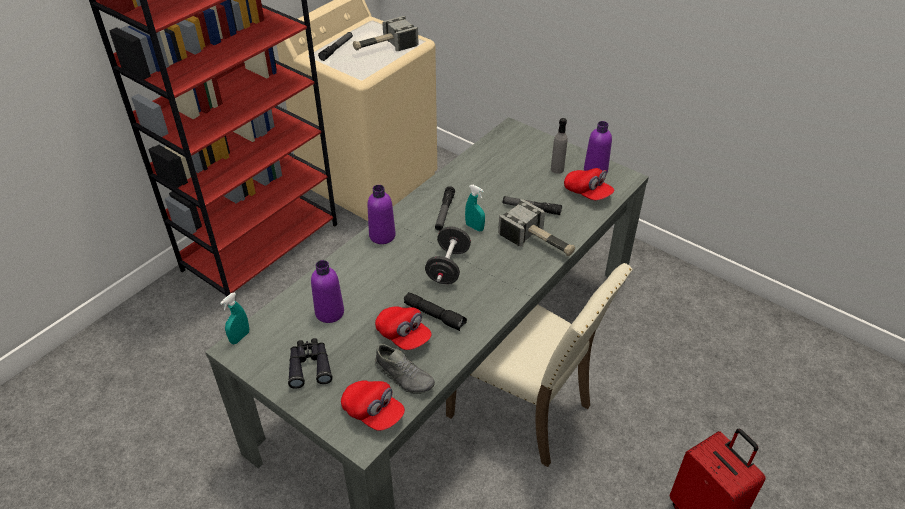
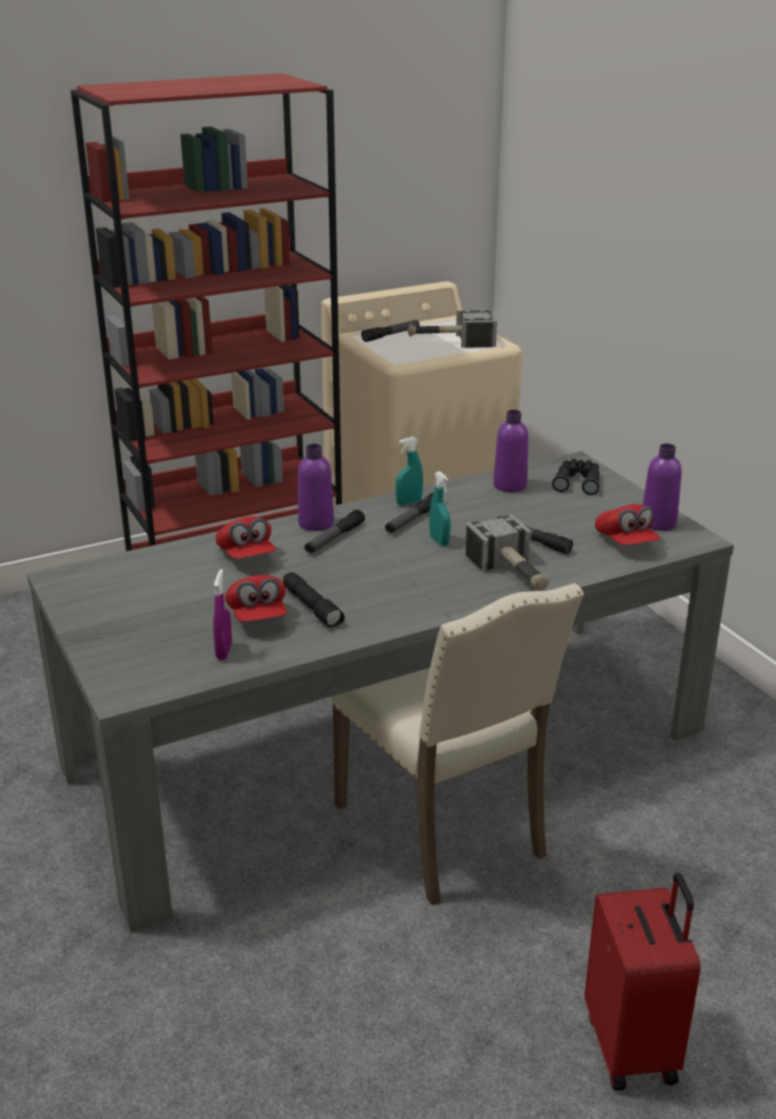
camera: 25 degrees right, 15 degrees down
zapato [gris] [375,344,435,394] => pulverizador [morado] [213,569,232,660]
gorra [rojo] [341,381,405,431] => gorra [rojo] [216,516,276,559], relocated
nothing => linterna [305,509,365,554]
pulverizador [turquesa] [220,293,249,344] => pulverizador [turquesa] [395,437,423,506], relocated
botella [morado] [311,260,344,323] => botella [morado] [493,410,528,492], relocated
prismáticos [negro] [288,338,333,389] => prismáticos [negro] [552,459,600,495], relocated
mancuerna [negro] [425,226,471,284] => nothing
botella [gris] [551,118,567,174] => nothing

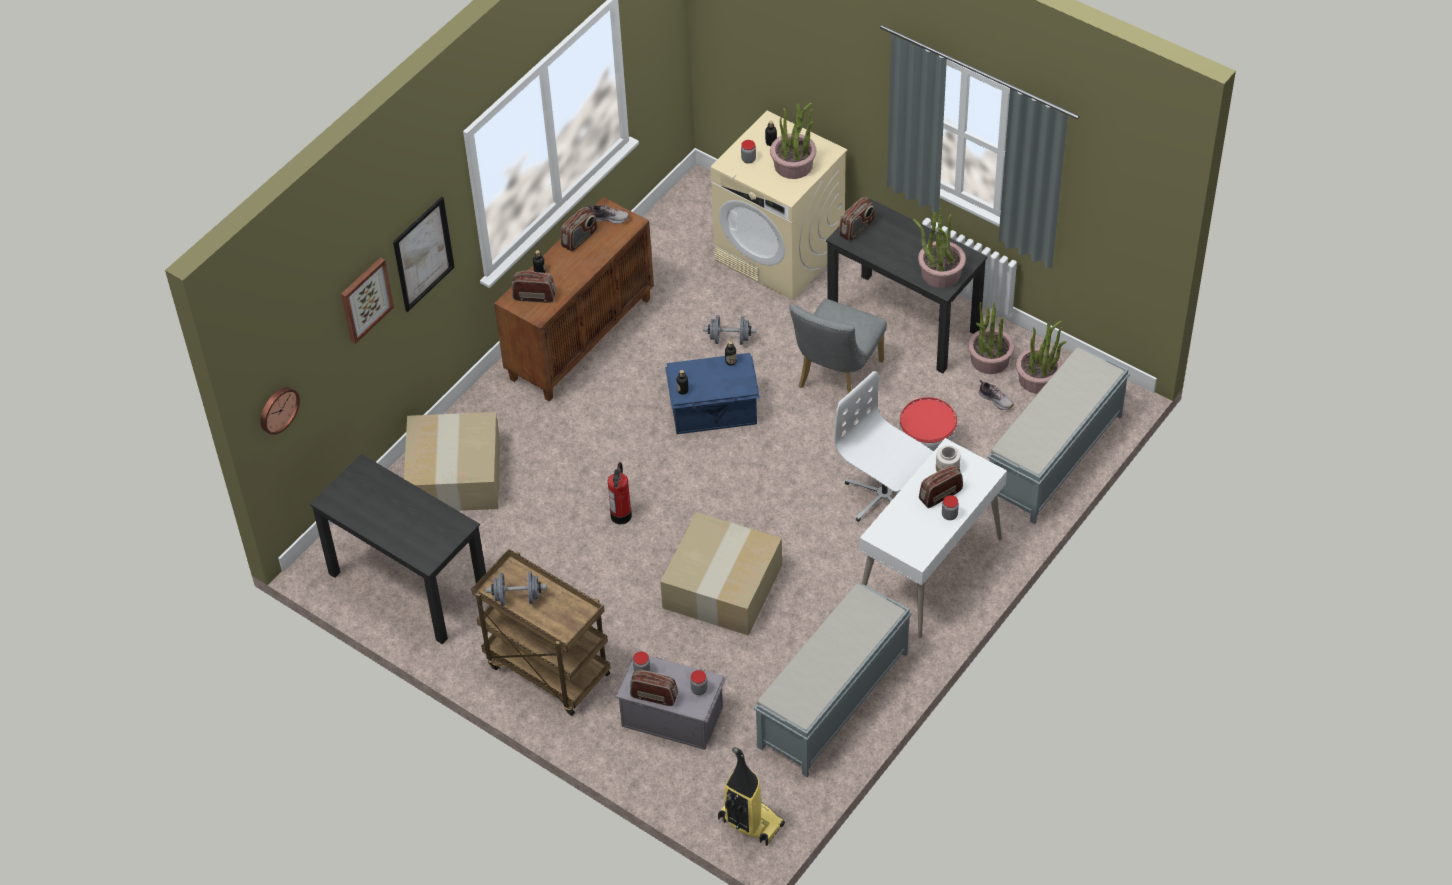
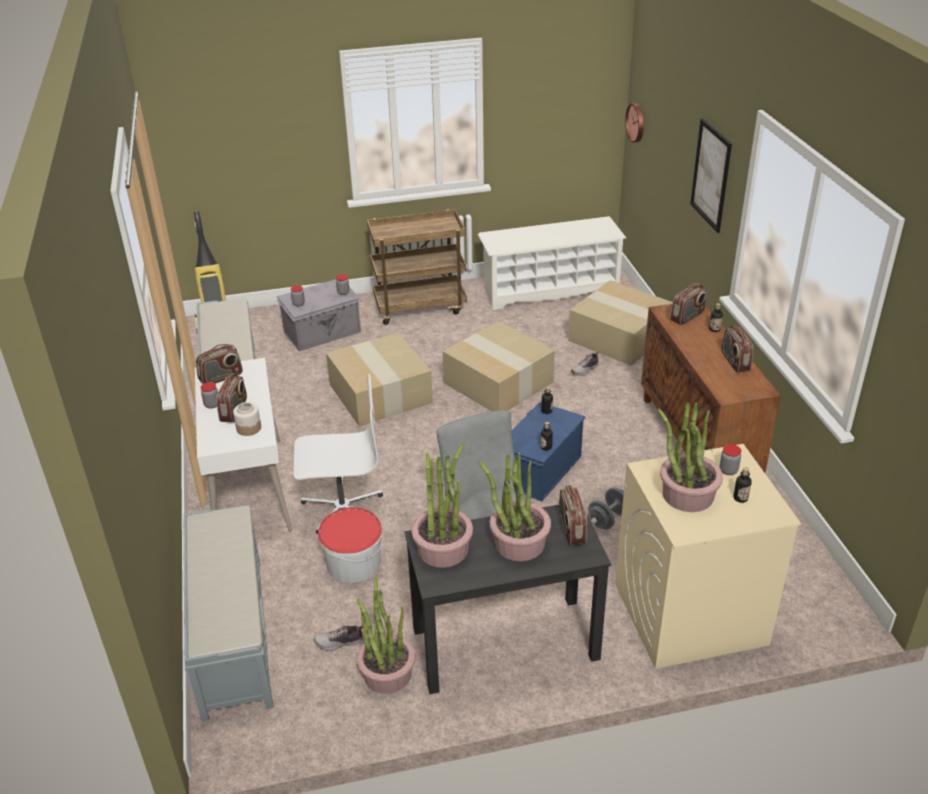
camera: 130 degrees right, 15 degrees down
radio [630,670,678,706] => radio [196,344,243,384], relocated
extintor [608,462,632,524] => caja de cartón [443,321,555,411]
escritorio [negro] [310,454,486,644] => zapatero [blanco] [478,216,626,310]
planta en maceta [1016,321,1066,394] => planta en maceta [479,453,551,561], relocated
zapato [588,204,629,224] => zapato [571,352,599,376], relocated
cuadro [341,257,394,344] => nothing
mancuerna [gris] [486,571,547,606] => nothing

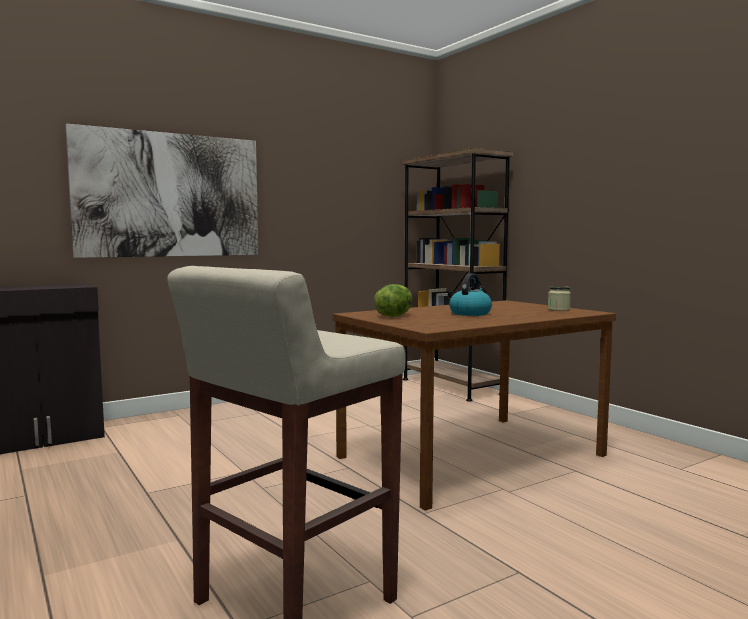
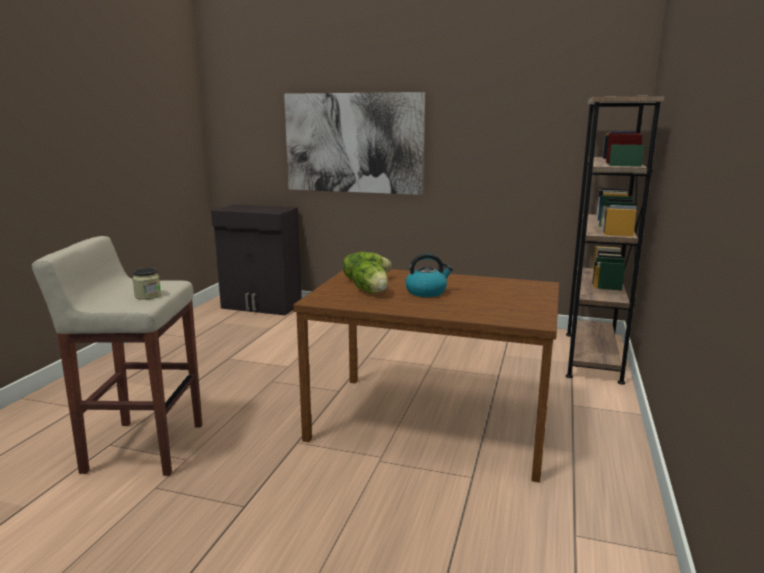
camera: 50 degrees right, 10 degrees up
tarro [548,286,571,311] => tarro [132,268,161,300], relocated
nothing => lechuga [352,261,388,293]

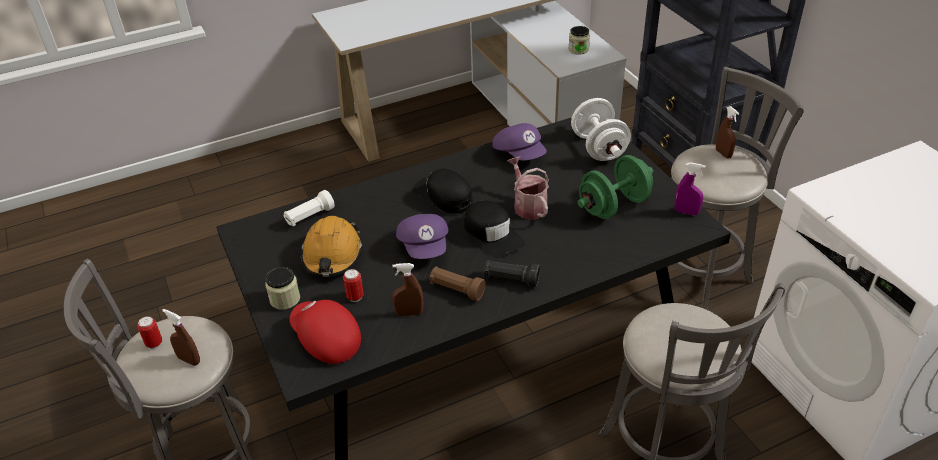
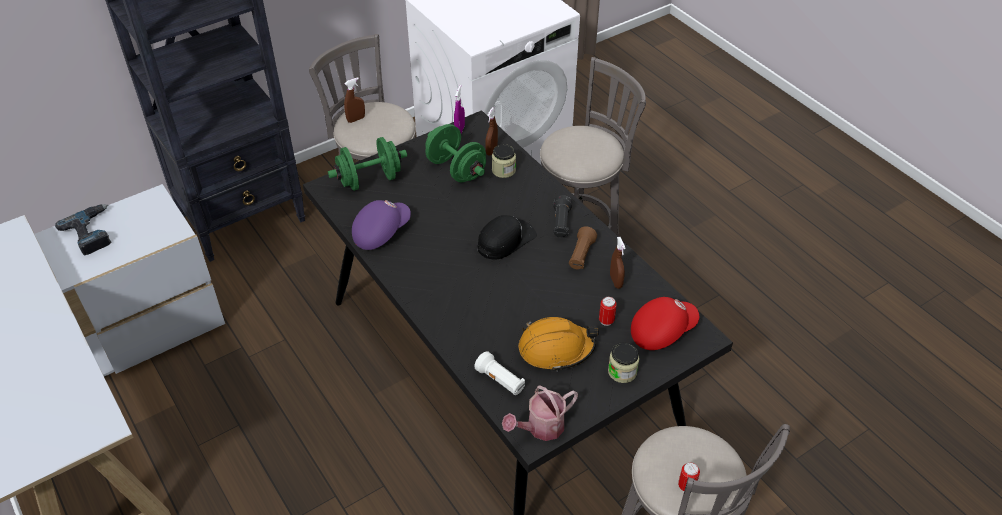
camera: 100 degrees left, 5 degrees up
nothing => taladro [55,204,111,255]
mancuerna [blanco] [571,98,631,161] => mancuerna [verde] [328,137,407,191]
pulverizador [marrón] [162,309,200,366] => pulverizador [marrón] [485,107,498,155], relocated
tarro [569,26,590,55] => tarro [492,144,516,178], relocated
regadera [507,156,549,220] => regadera [502,385,578,441], relocated
gorra [rojo] [290,300,361,364] => gorra [rojo] [631,297,699,350], 150 degrees counterclockwise
gorra [morado] [396,214,449,259] => nothing
gorra [negro] [412,168,473,213] => nothing

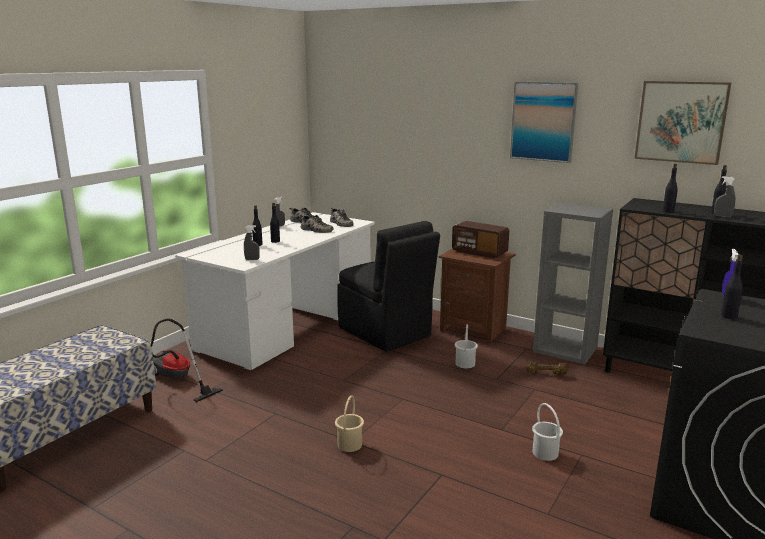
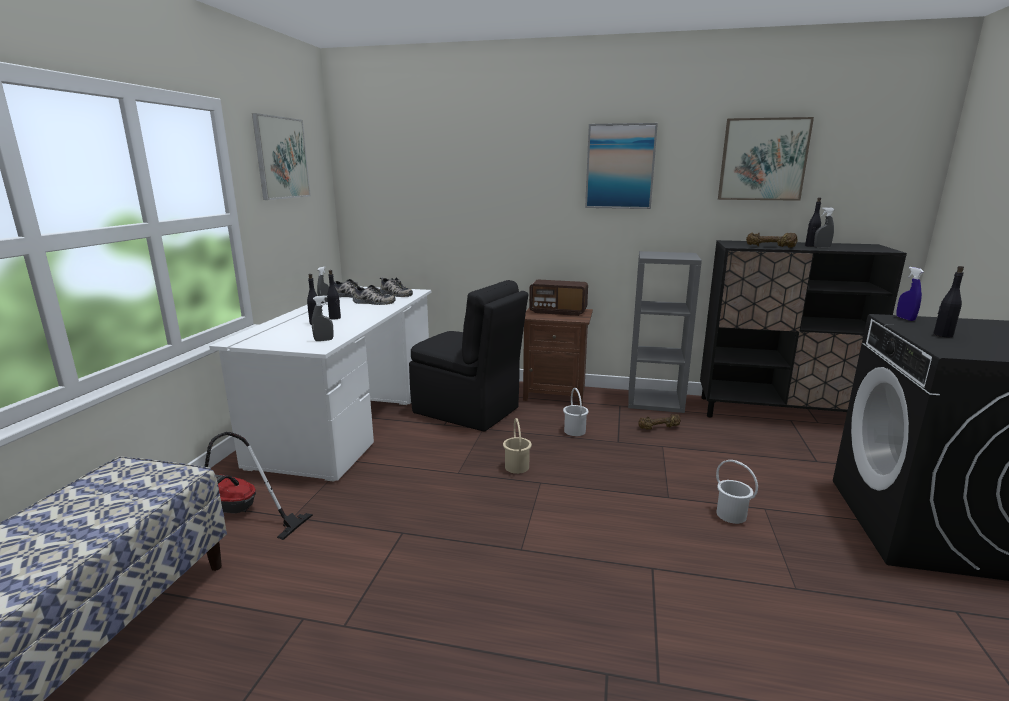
camera: 20 degrees left, 0 degrees up
nothing => cuadro [252,113,311,200]
cubo [beis] [335,396,364,452] => cubo [beis] [503,418,532,474], relocated
botella [negro] [663,164,678,212] => mancuerna [marrón] [746,232,797,248]

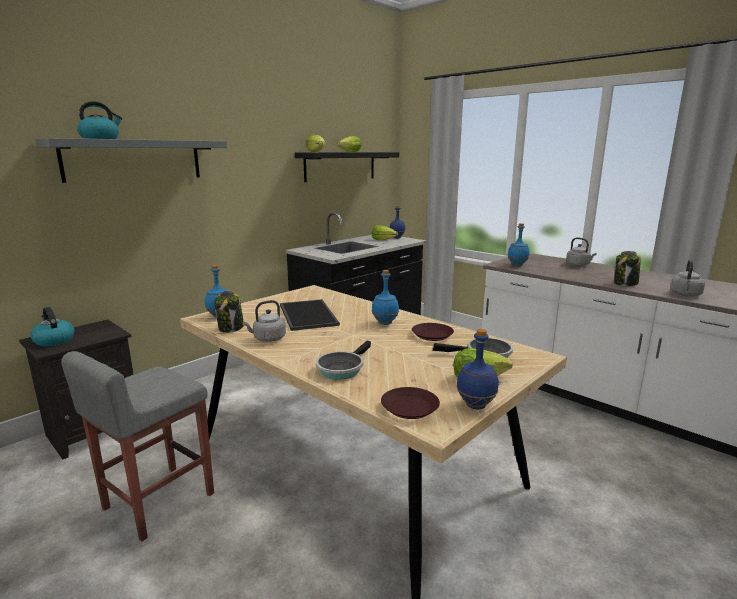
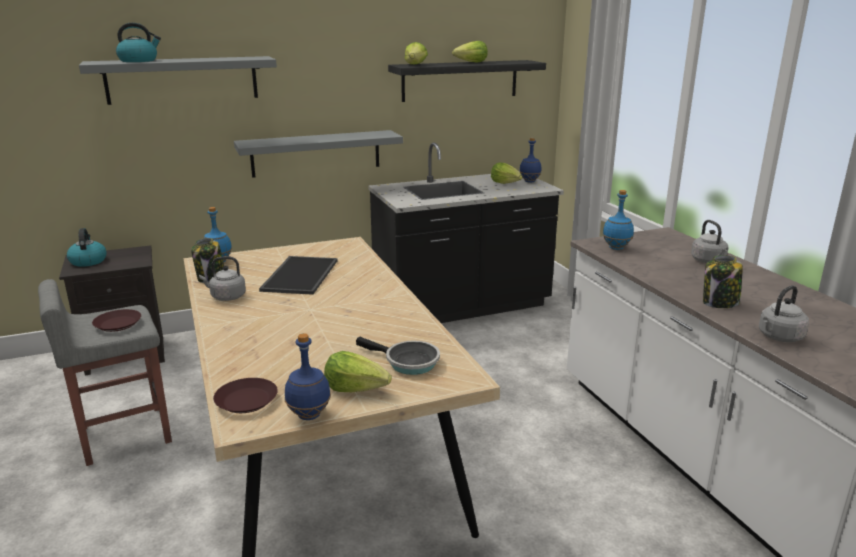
camera: 25 degrees right, 5 degrees up
plato [marrón] [412,323,454,341] => plato [marrón] [92,309,141,332], relocated
nothing => estante [gris] [234,130,403,178]
sartén [316,341,371,380] => nothing
botella [azul] [372,270,399,325] => nothing

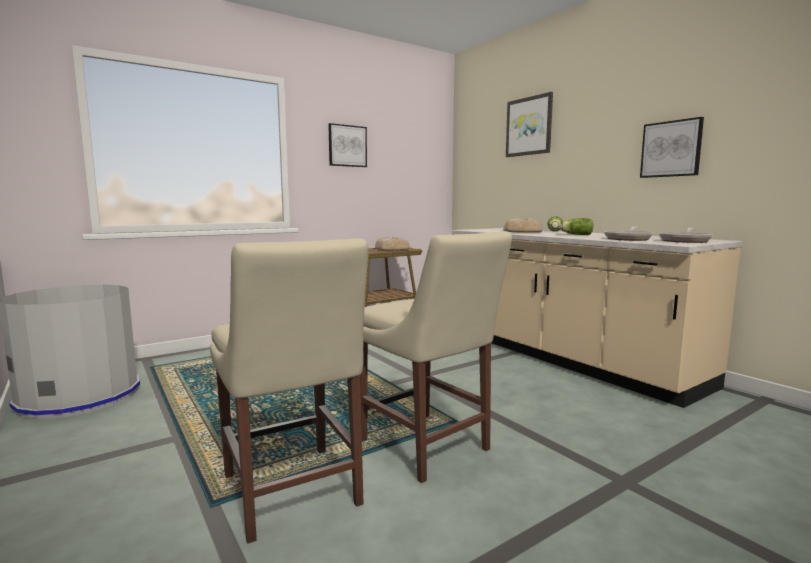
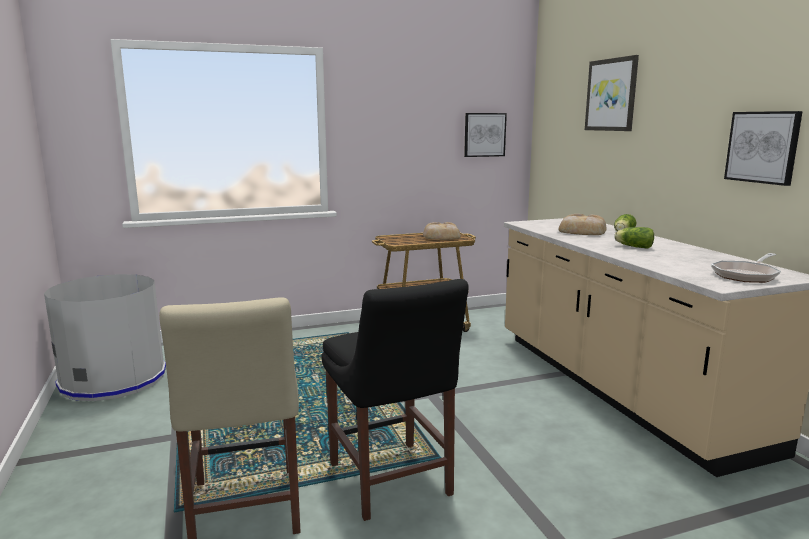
camera: 15 degrees right, 5 degrees up
silla [beis] [360,231,512,483] => silla [negro] [321,279,468,521]
cuadro [328,123,367,167] => cuadro [464,113,507,157], relocated
sartén [604,226,653,241] => nothing

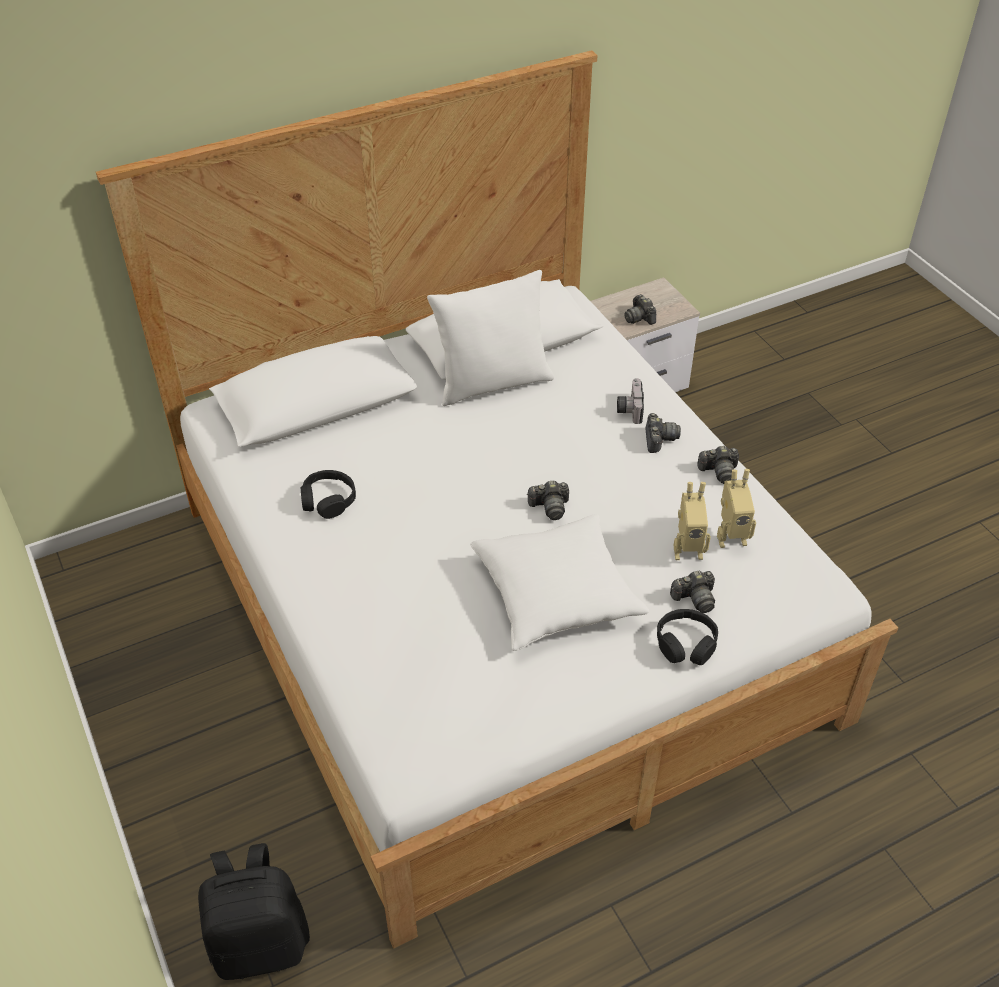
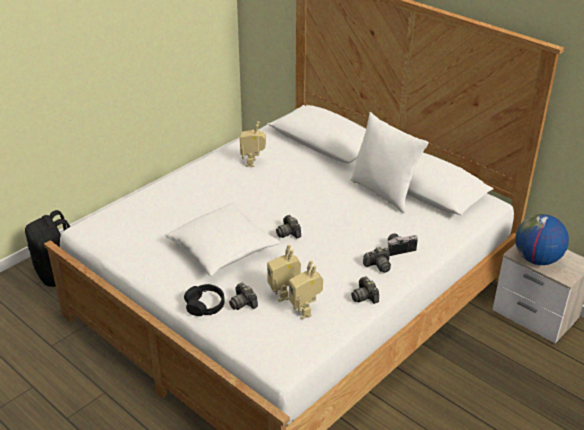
camera: 70 degrees right, 10 degrees down
auriculares [negro] [301,470,356,519] => robot de juguete [240,121,266,167]
cámara [624,294,656,325] => globo terráqueo [515,214,569,265]

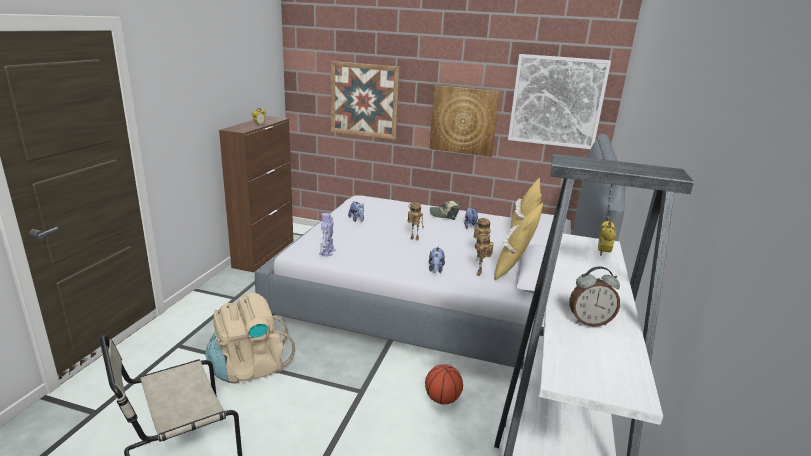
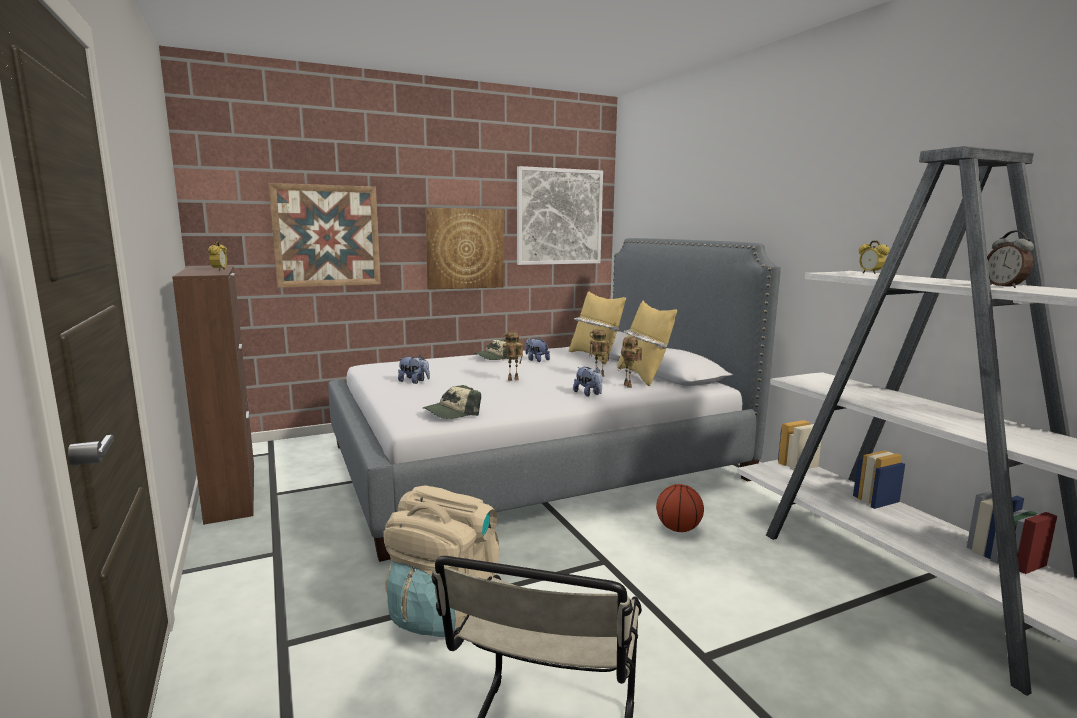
camera: 40 degrees left, 10 degrees down
robot de juguete [319,213,335,257] => gorra [423,385,481,419]
despertador [569,266,620,327] => despertador [988,230,1034,288], 120 degrees clockwise

